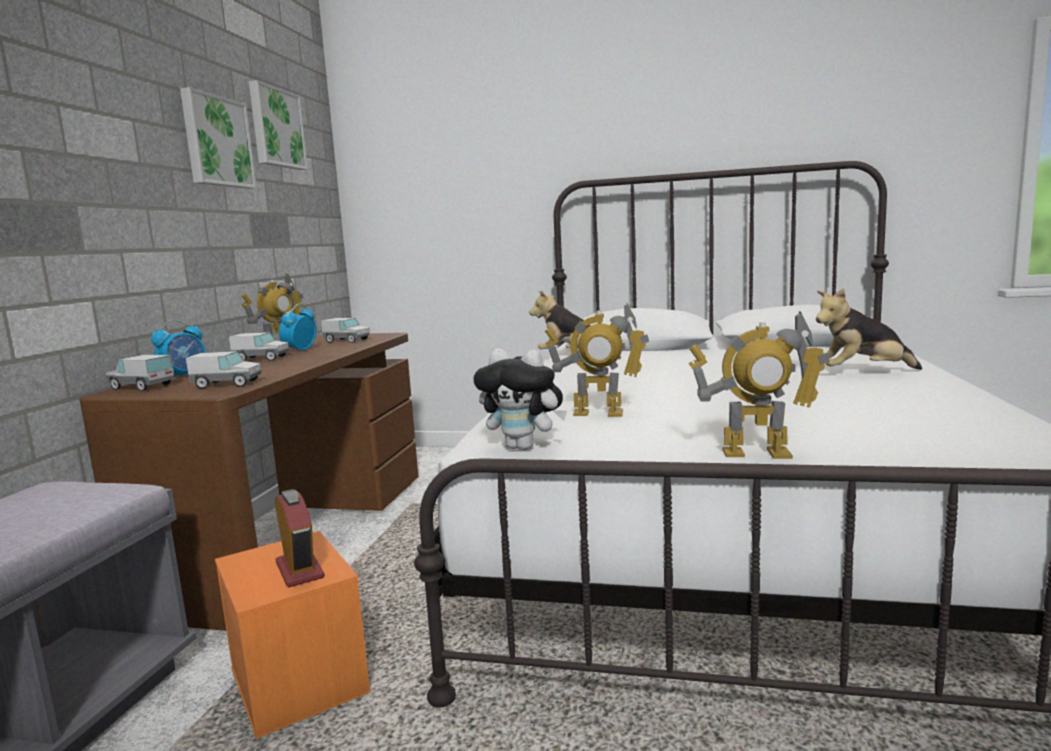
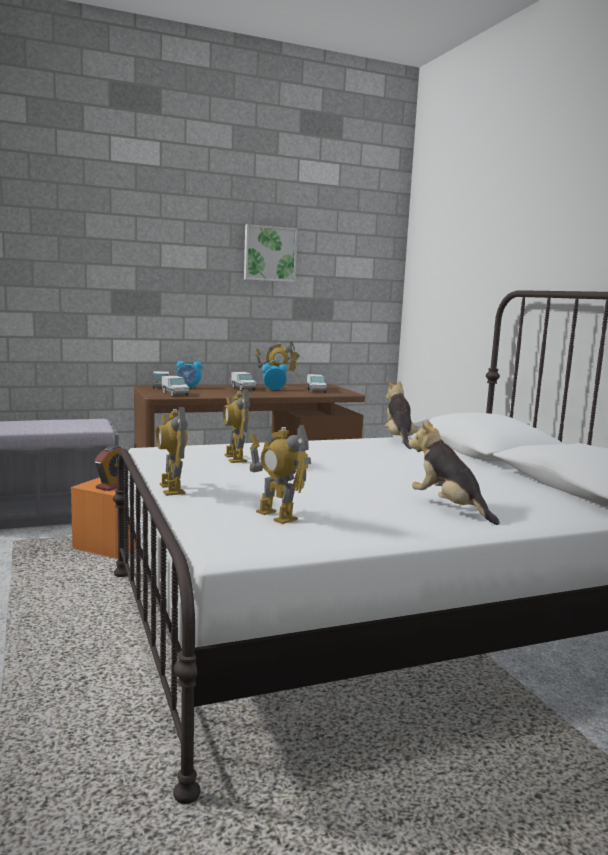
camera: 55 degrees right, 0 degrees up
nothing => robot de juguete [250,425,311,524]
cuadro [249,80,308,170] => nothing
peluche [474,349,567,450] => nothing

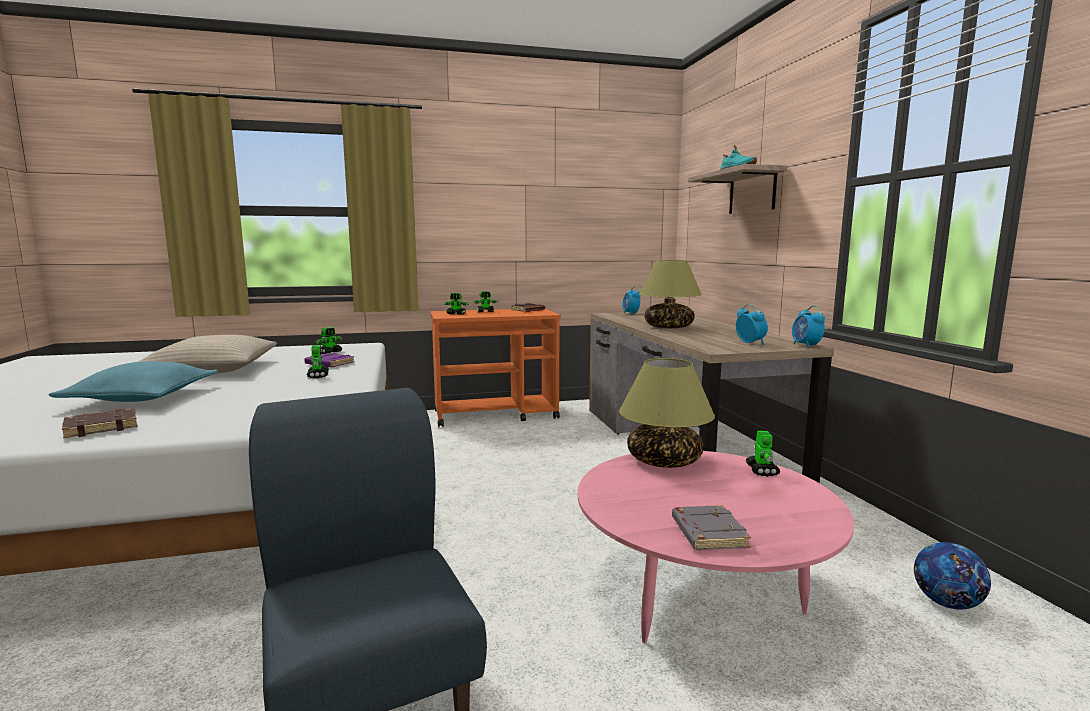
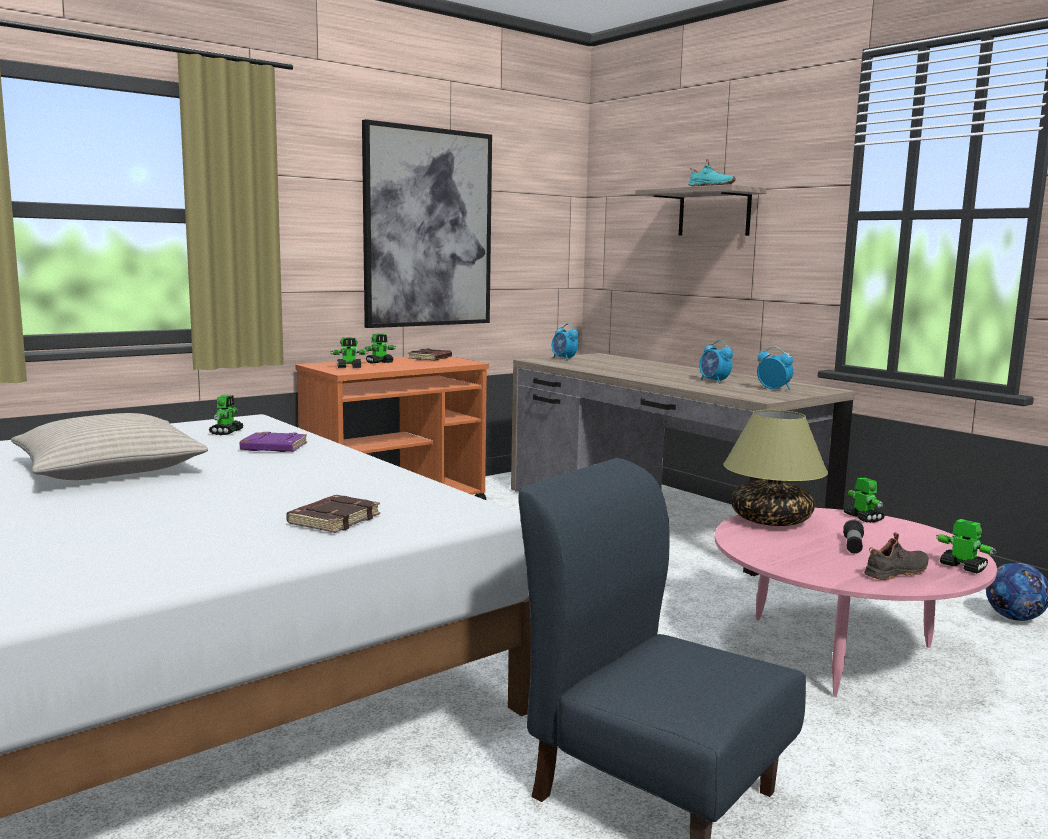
camera: 25 degrees left, 0 degrees up
libro [marrón] [62,408,138,438] => libro [marrón] [286,495,380,533], relocated
nothing => cuadro [362,119,492,328]
despertador [792,305,825,348] => despertador [699,340,733,384], relocated
nothing => linterna [843,520,864,554]
libro [gris] [672,505,751,550] => zapato [negro] [864,532,929,580]
robot de juguete [307,345,329,378] => robot de juguete [936,519,996,573], relocated
cojín [turquesa] [49,361,218,402] => nothing
lámpara de mesa [639,260,702,328] => nothing

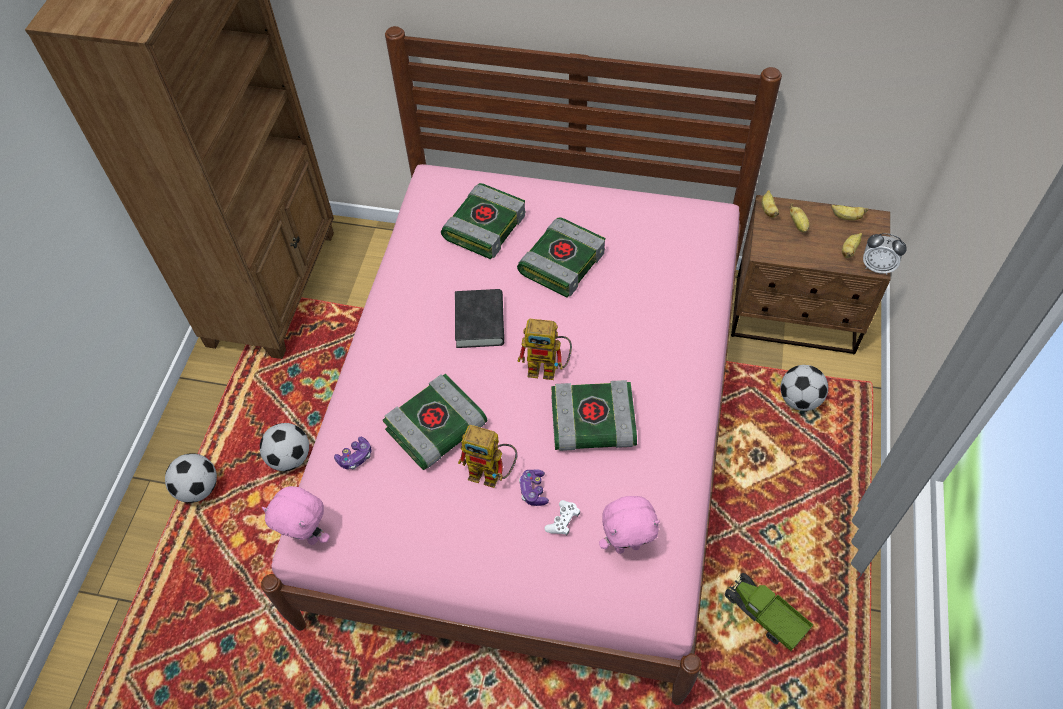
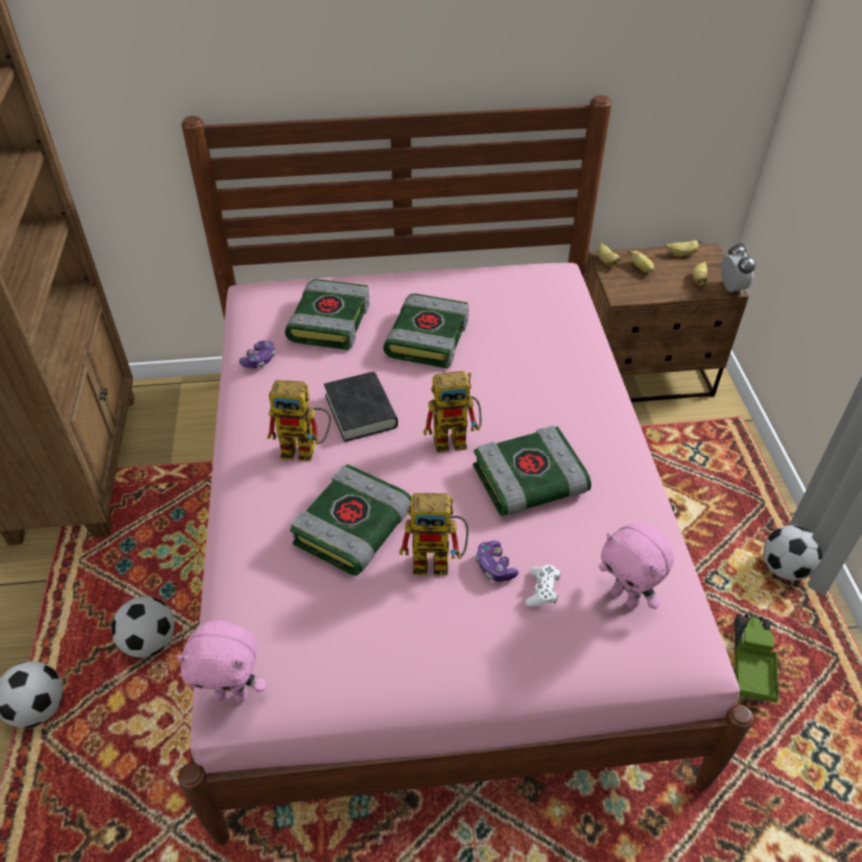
camera: 20 degrees left, 10 degrees down
mando de consola [334,437,372,469] => mando de consola [239,340,275,368], relocated
nothing => robot de juguete [267,380,331,461]
peluche [rosa] [599,496,660,554] => peluche [rosa] [599,523,674,609], 75 degrees clockwise
despertador [863,233,907,275] => despertador [721,243,756,295], 105 degrees counterclockwise
camión de juguete [725,573,813,651] => camión de juguete [734,614,779,704], 75 degrees clockwise
balón de fútbol [781,365,828,411] => balón de fútbol [763,525,822,581], relocated

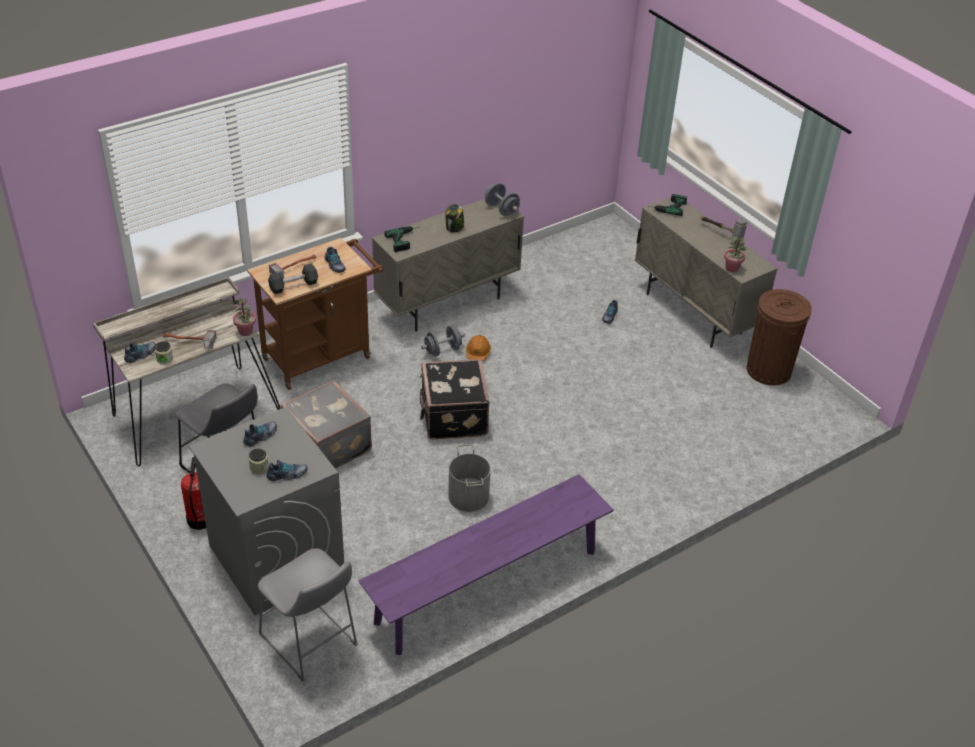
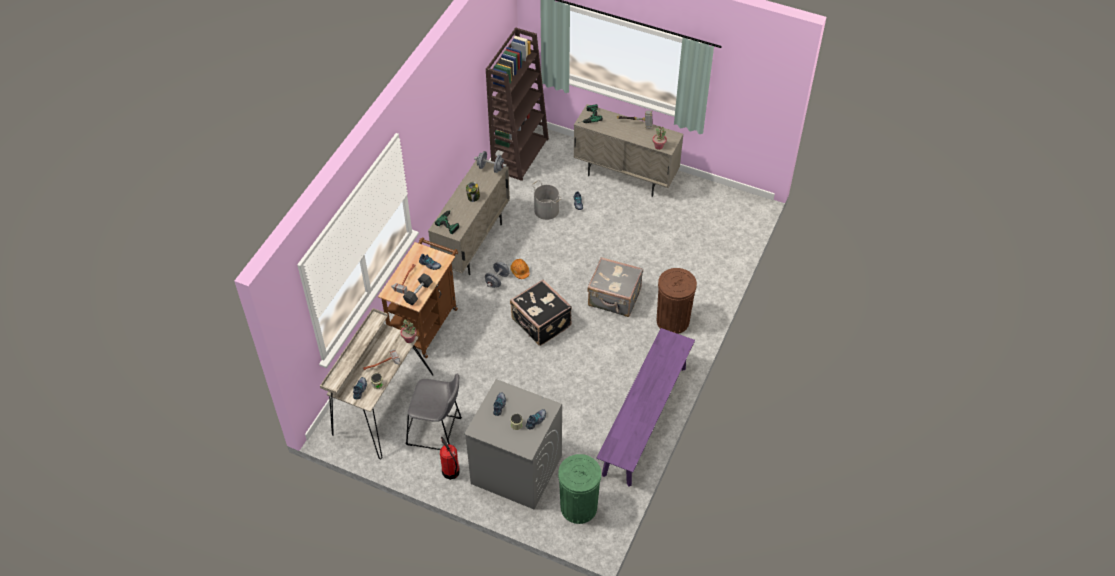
camera: 30 degrees left, 10 degrees up
nothing => estantería [marrón] [486,27,549,181]
cubo [gris] [448,444,491,512] => cubo [gris] [531,180,562,220], relocated
taburete [gris] [258,548,358,682] => papelera [verde] [558,454,601,524]
maleta [gris] [281,380,372,469] => maleta [gris] [587,257,643,317], relocated
papelera [marrón] [747,289,812,385] => papelera [marrón] [657,268,697,334], relocated

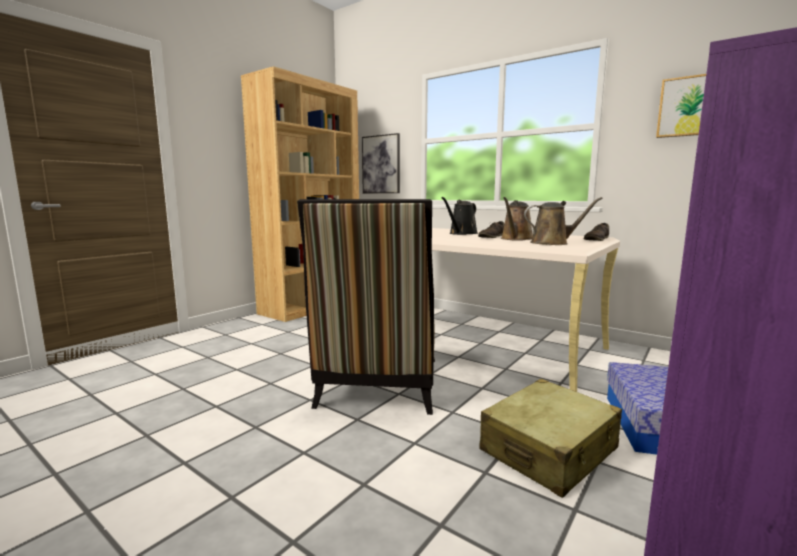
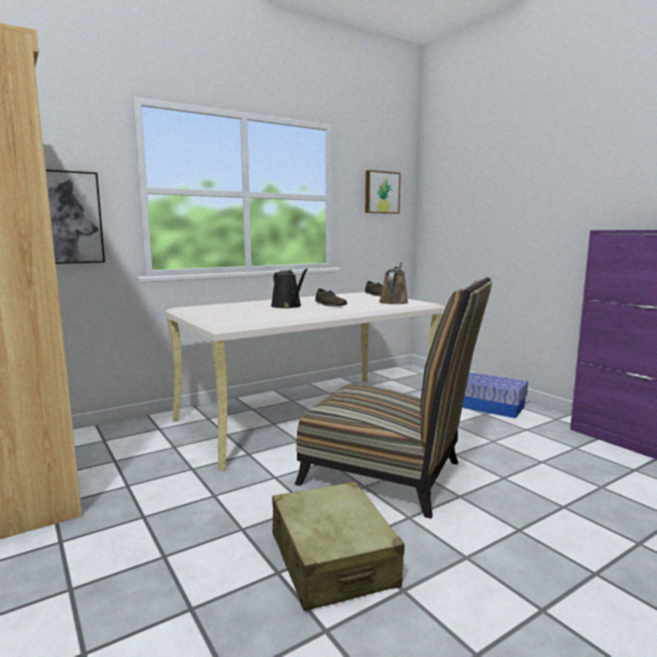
camera: 70 degrees left, 0 degrees up
maleta [beis] [479,379,622,498] => maleta [beis] [272,481,405,611], relocated
regadera [marrón] [501,197,533,241] => nothing

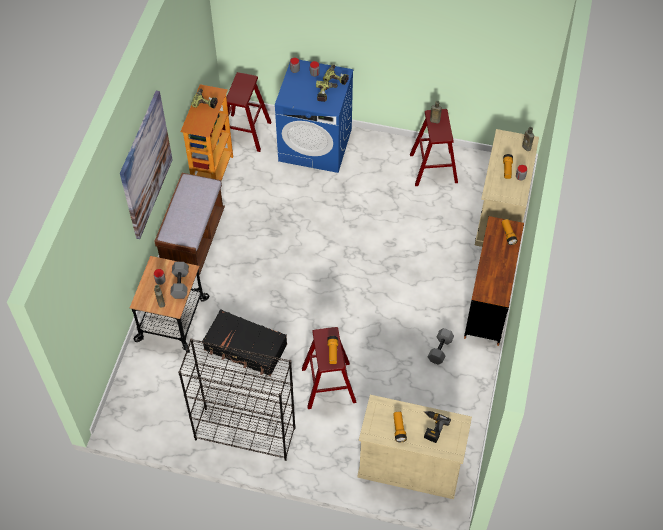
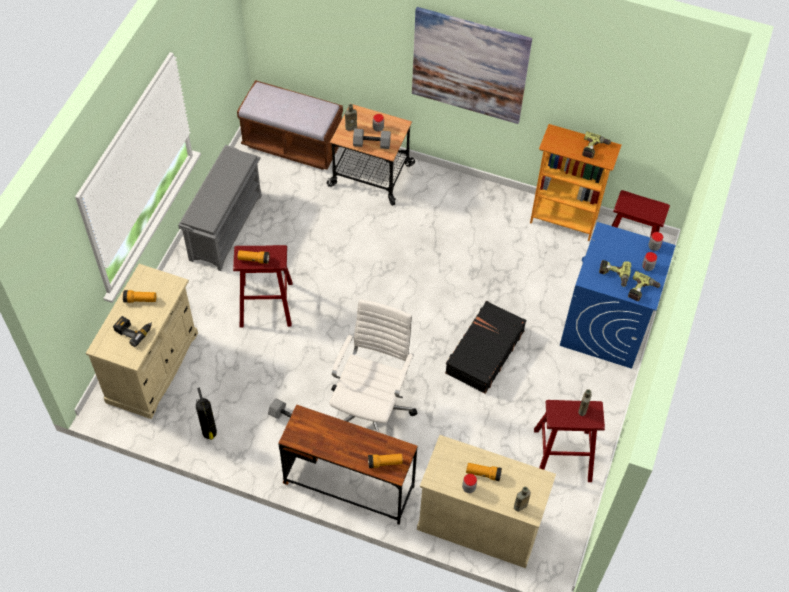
camera: 95 degrees right, 0 degrees up
estantería [negro] [178,338,296,461] => zapatero [gris] [178,145,262,271]
nothing => extintor [196,387,217,440]
banco [marrón] [154,173,225,275] => banco [marrón] [237,80,343,170], relocated
nothing => silla de oficina [blanco] [329,299,418,432]
maleta [negro] [202,309,287,376] => maleta [negro] [445,301,526,394], relocated

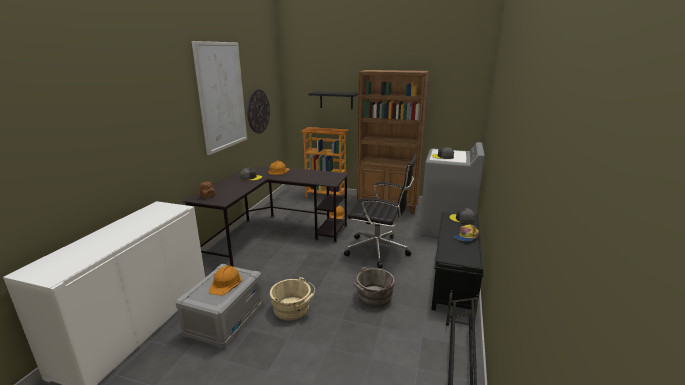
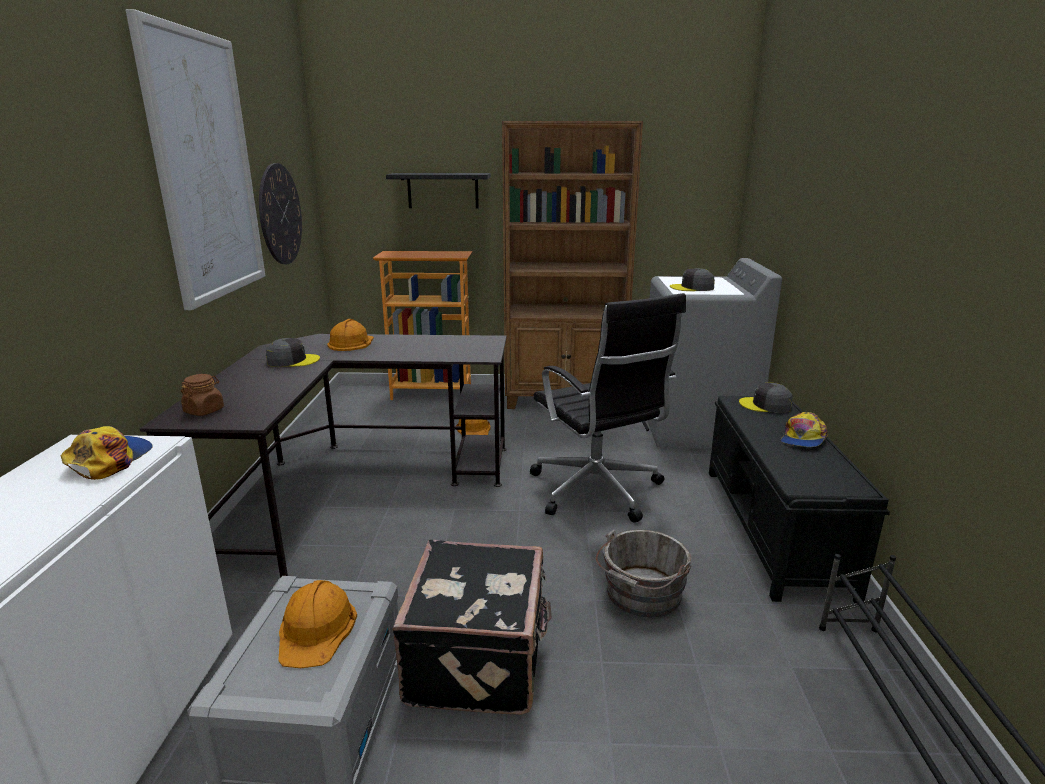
camera: 15 degrees left, 0 degrees up
nothing => gorra [61,426,153,480]
cubo [beis] [270,277,315,321] => maleta [negro] [392,540,552,715]
silla de oficina [negro] [344,153,417,268] => silla de oficina [negro] [530,293,686,522], 60 degrees clockwise

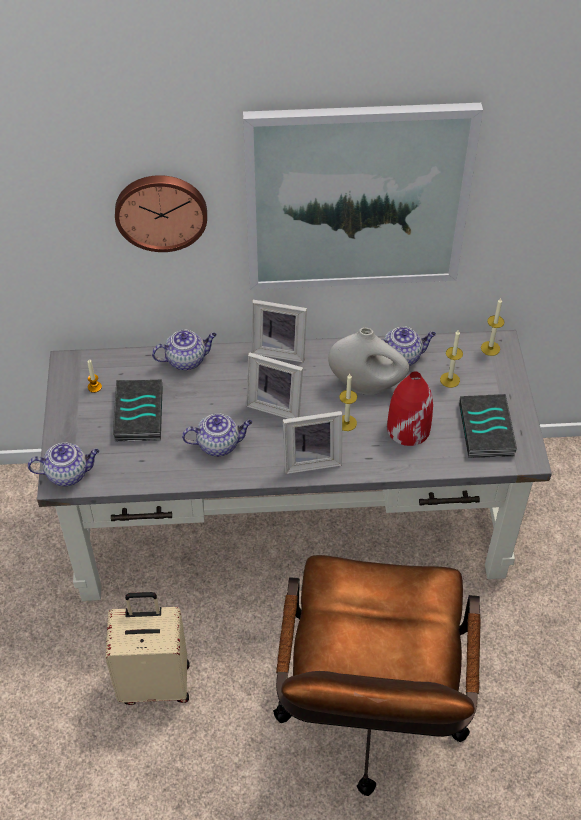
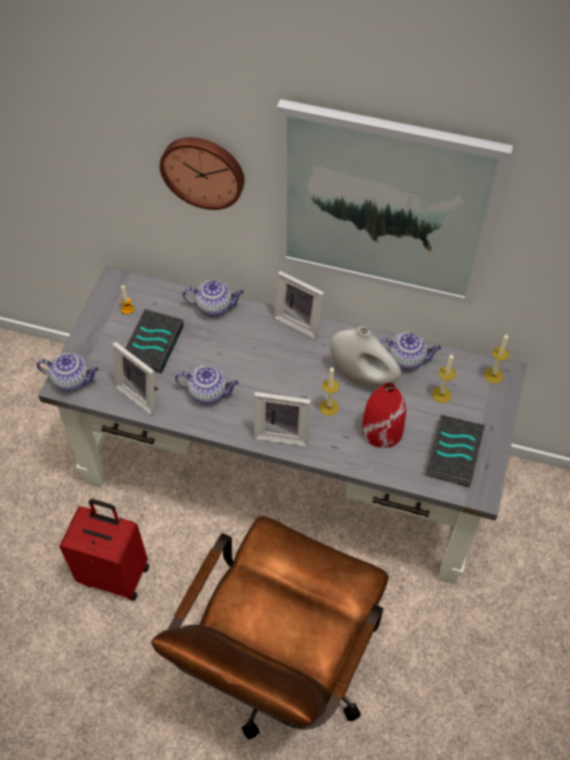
camera: 20 degrees right, 5 degrees up
maleta [beis] [105,592,189,705] => maleta [rojo] [59,499,149,601]
portarretratos [246,352,303,419] => portarretratos [113,342,158,415], relocated

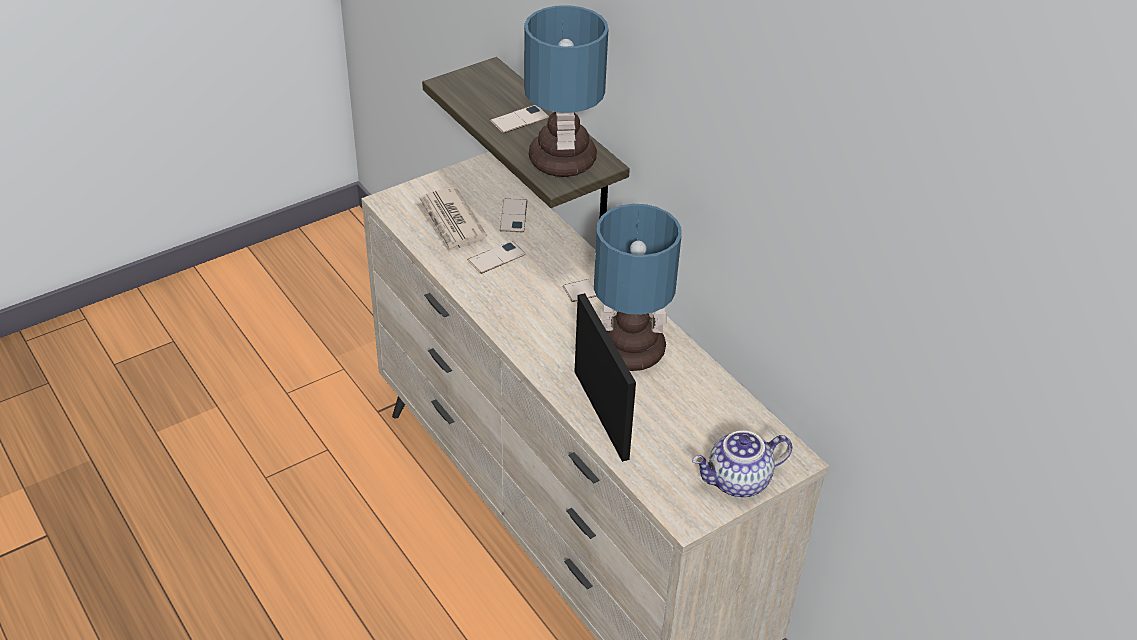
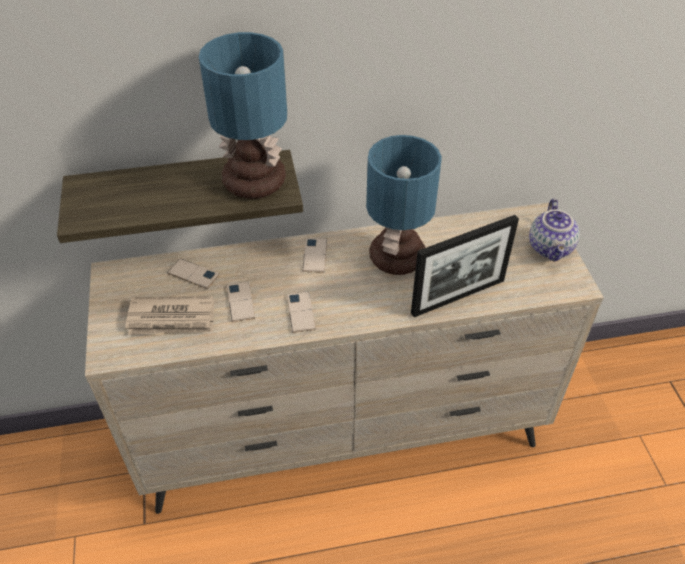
camera: 65 degrees left, 5 degrees up
móvil [490,105,549,133] => móvil [287,291,316,333], relocated
portarretratos [575,293,636,462] => portarretratos [411,215,519,317], 150 degrees clockwise

